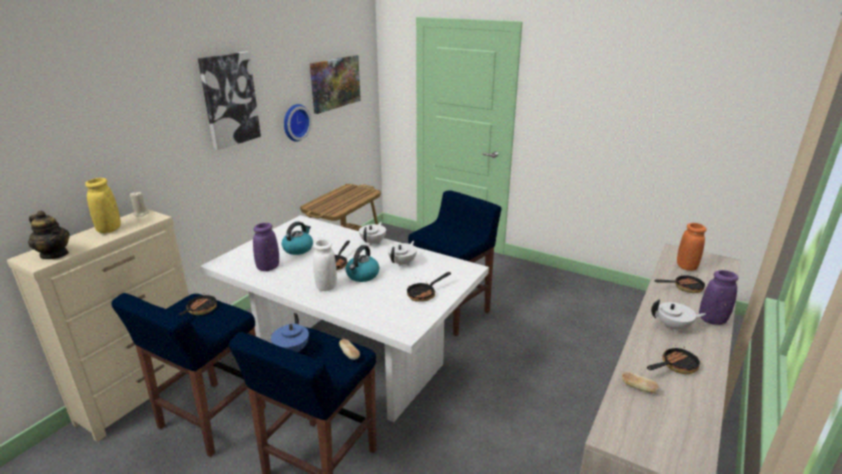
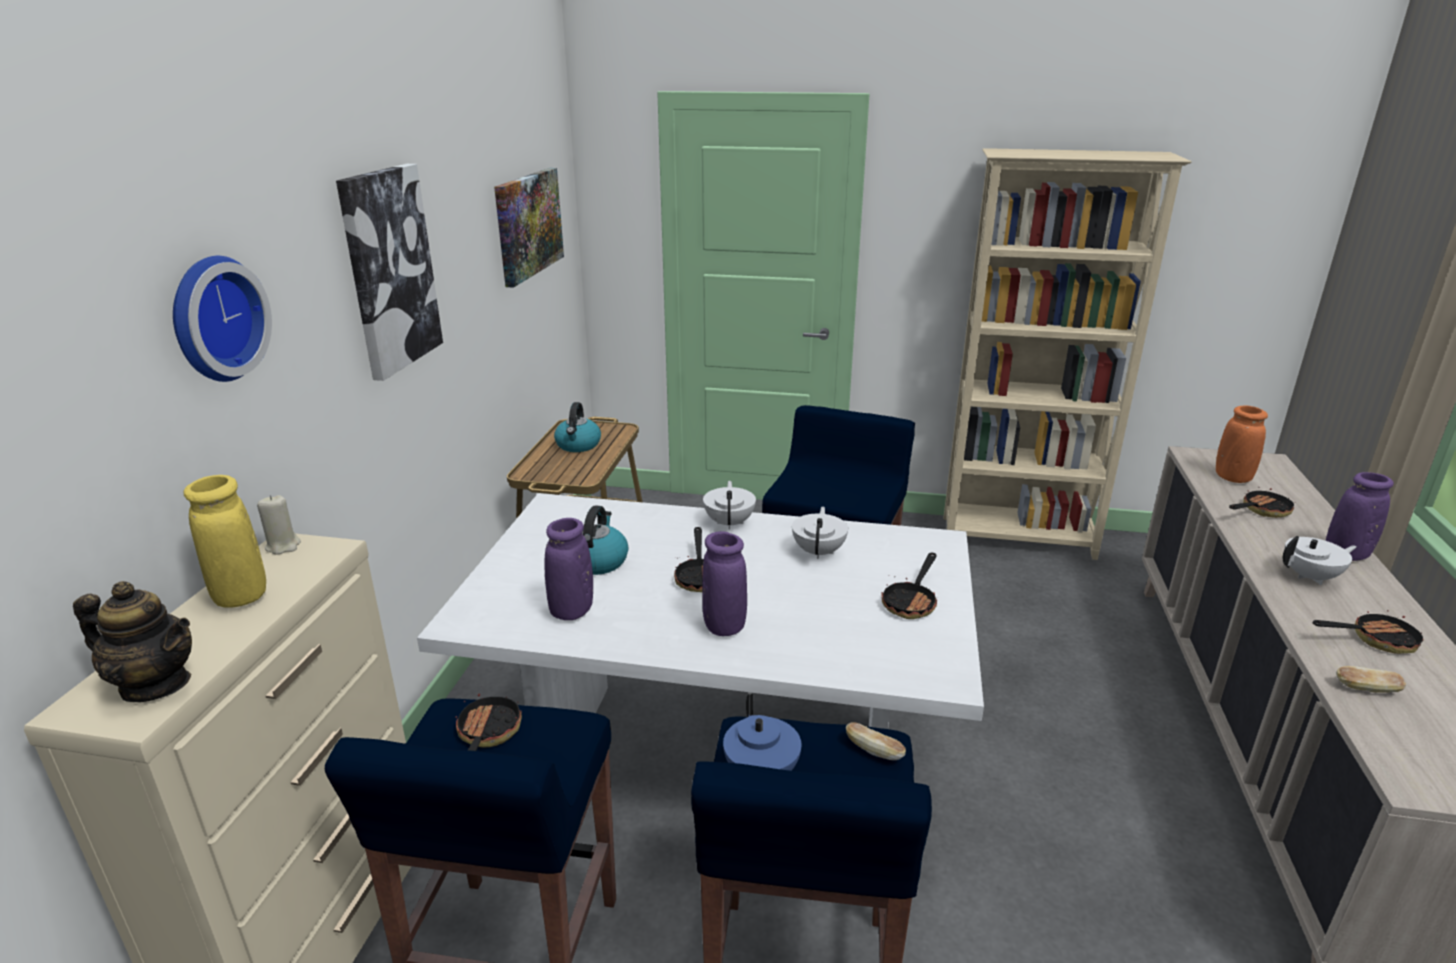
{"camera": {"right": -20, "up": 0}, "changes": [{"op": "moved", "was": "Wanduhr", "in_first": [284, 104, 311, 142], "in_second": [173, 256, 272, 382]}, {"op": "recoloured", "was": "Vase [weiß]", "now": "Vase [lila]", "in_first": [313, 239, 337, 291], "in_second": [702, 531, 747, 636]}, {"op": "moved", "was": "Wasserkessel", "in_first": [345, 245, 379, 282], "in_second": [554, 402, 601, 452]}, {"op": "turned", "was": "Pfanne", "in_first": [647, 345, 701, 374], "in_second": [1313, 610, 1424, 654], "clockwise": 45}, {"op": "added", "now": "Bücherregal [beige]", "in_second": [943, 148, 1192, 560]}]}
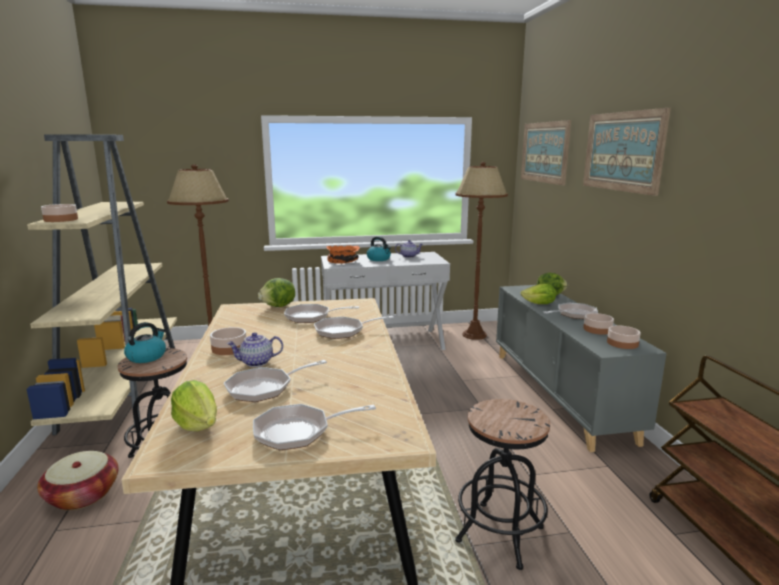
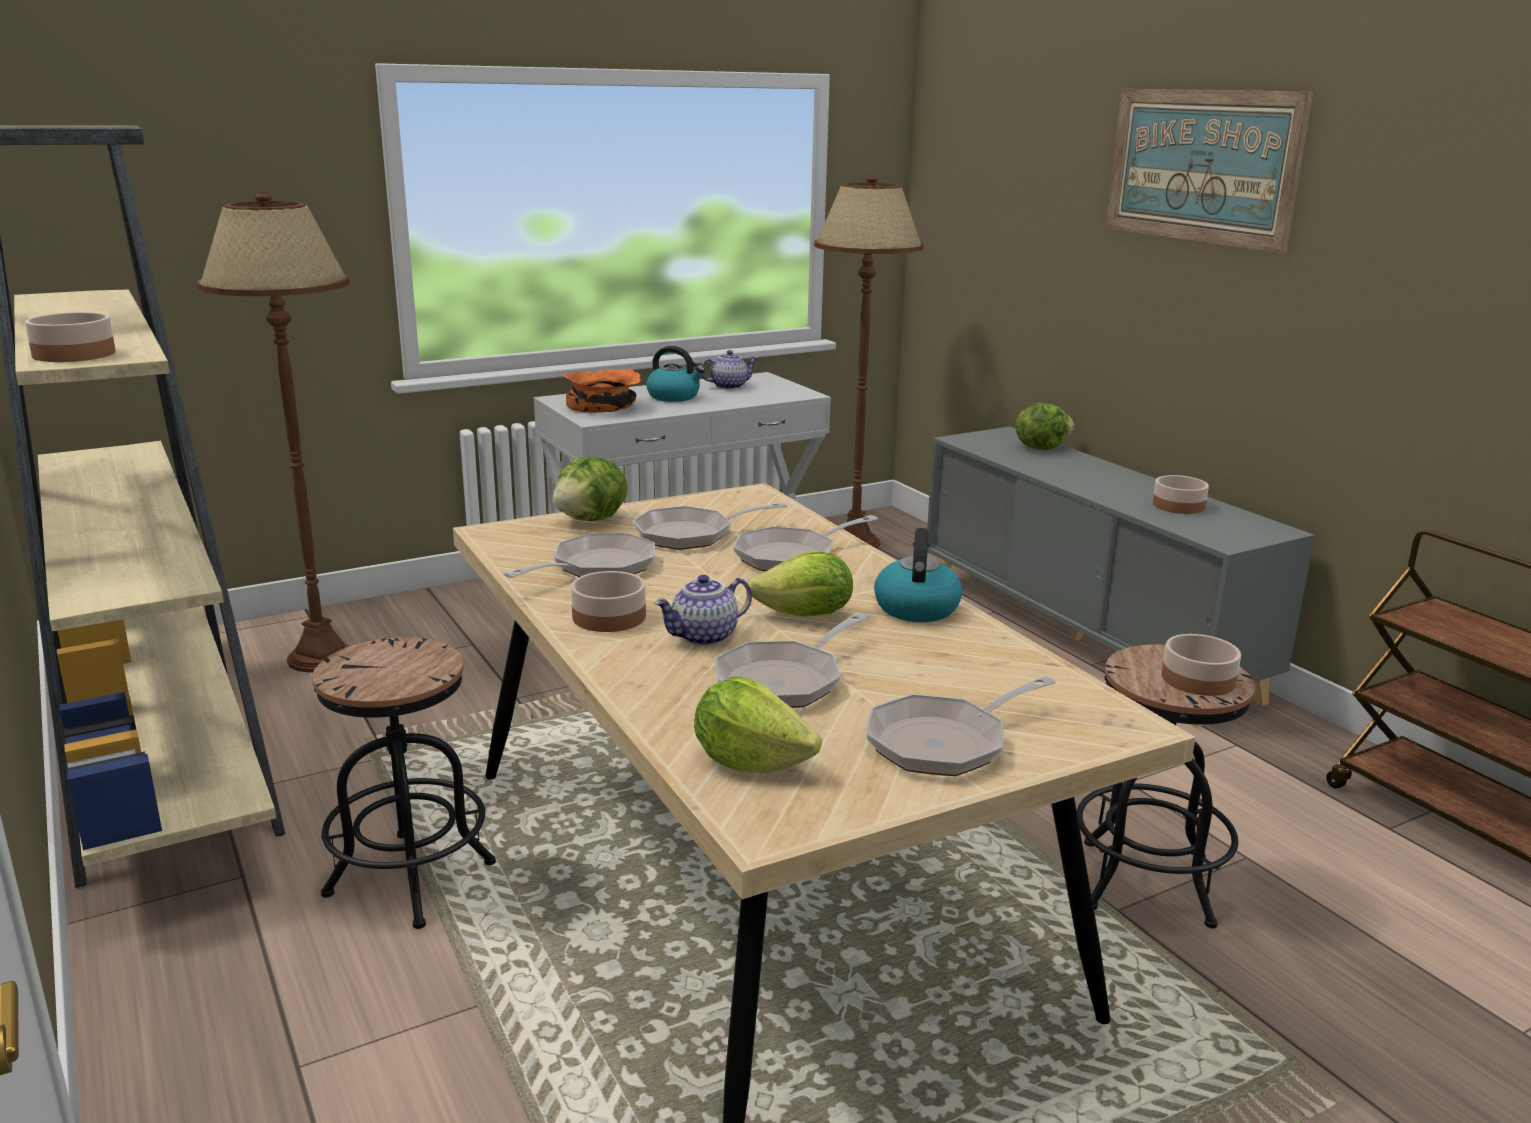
{"camera": {"right": -20, "up": 5}, "changes": [{"op": "removed", "was": "Bild", "in_first": [521, 120, 571, 185]}, {"op": "moved", "was": "Salatkopf", "in_first": [521, 284, 556, 304], "in_second": [748, 552, 853, 617]}, {"op": "moved", "was": "Pfanne", "in_first": [543, 303, 598, 319], "in_second": [504, 533, 655, 578]}, {"op": "moved", "was": "Wasserkessel", "in_first": [124, 322, 166, 363], "in_second": [874, 528, 962, 622]}, {"op": "moved", "was": "Schüssel", "in_first": [607, 325, 641, 349], "in_second": [1162, 634, 1241, 696]}, {"op": "removed", "was": "Korb", "in_first": [37, 451, 118, 510]}]}
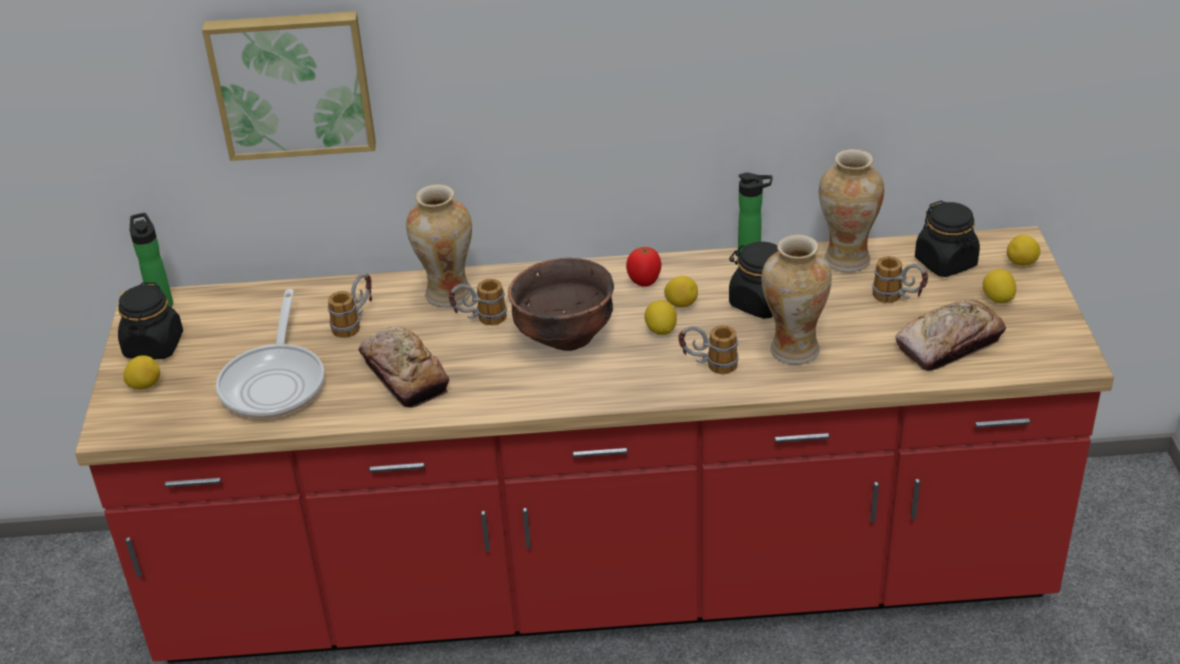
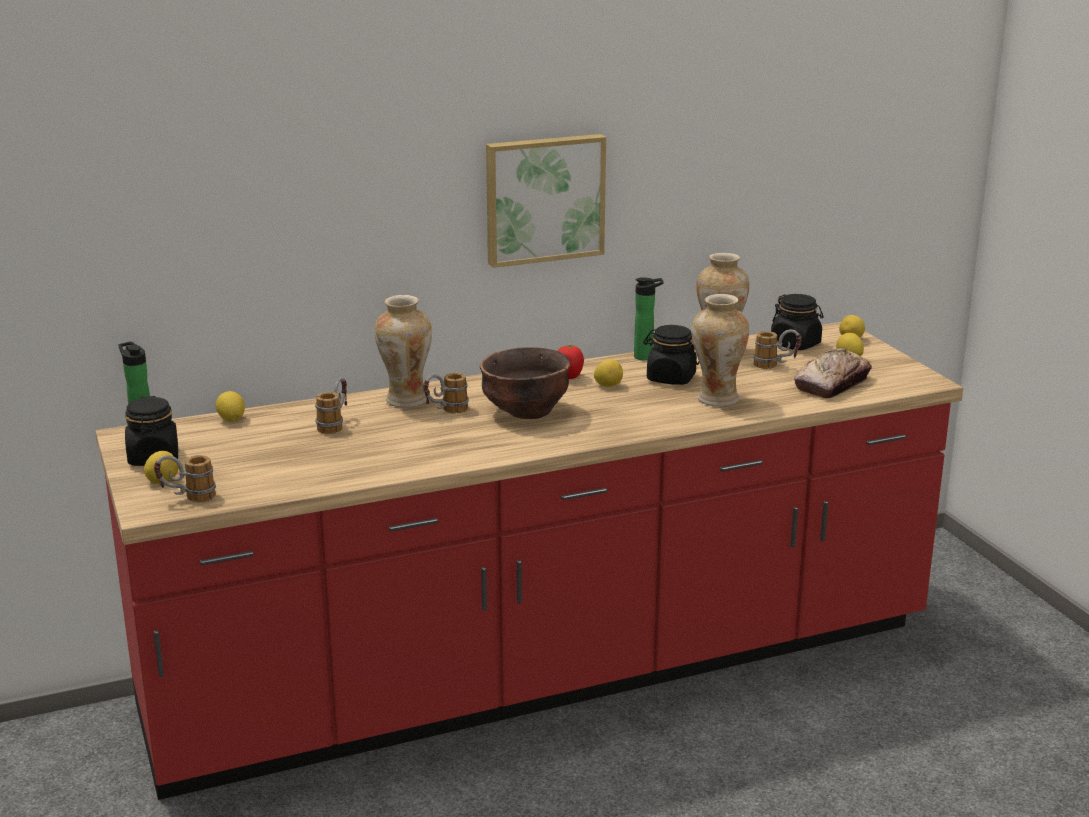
{"camera": {"right": -20, "up": -15}, "changes": [{"op": "moved", "was": "Bild", "in_first": [202, 11, 376, 161], "in_second": [486, 134, 606, 268]}, {"op": "removed", "was": "Pfanne", "in_first": [216, 289, 324, 419]}, {"op": "moved", "was": "Zitrone", "in_first": [644, 300, 677, 335], "in_second": [215, 391, 245, 421]}, {"op": "moved", "was": "Henkelbecher", "in_first": [679, 325, 739, 374], "in_second": [154, 455, 216, 502]}, {"op": "removed", "was": "Brot", "in_first": [358, 327, 449, 408]}]}
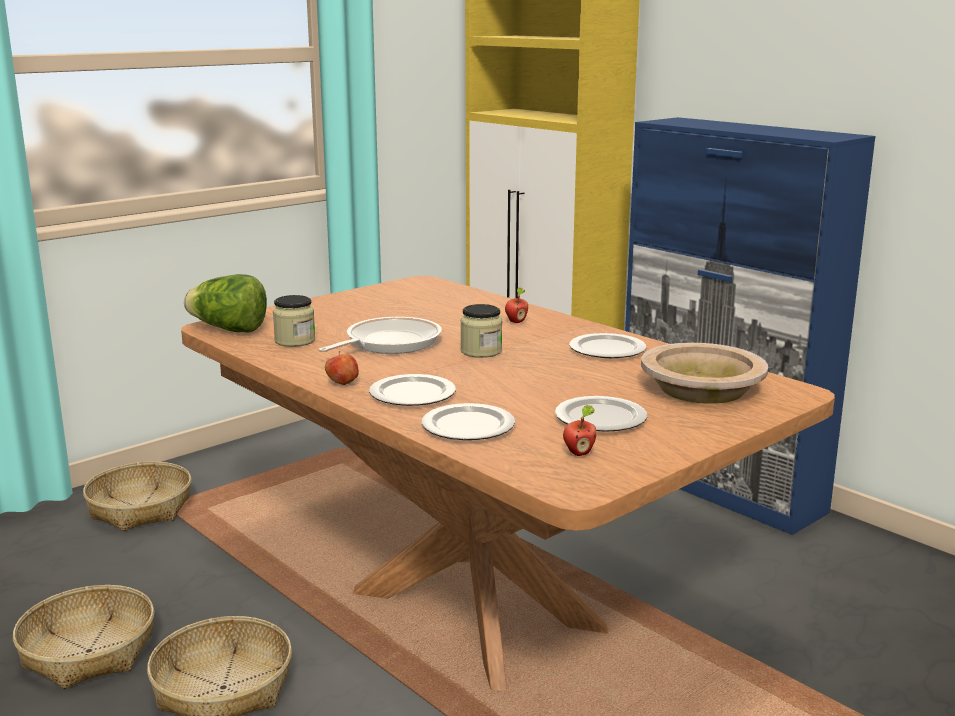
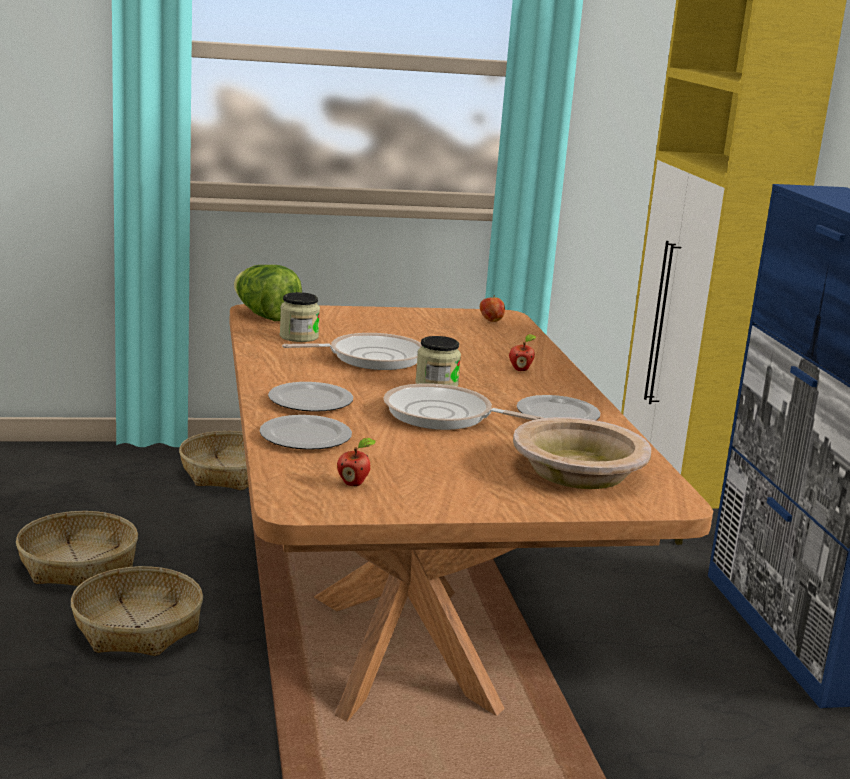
{"camera": {"right": 30, "up": 0}, "changes": [{"op": "moved", "was": "Apfel", "in_first": [325, 351, 359, 385], "in_second": [480, 295, 505, 322]}, {"op": "removed", "was": "Teller", "in_first": [555, 396, 647, 432]}, {"op": "added", "now": "Pfanne", "in_second": [384, 383, 544, 430]}]}
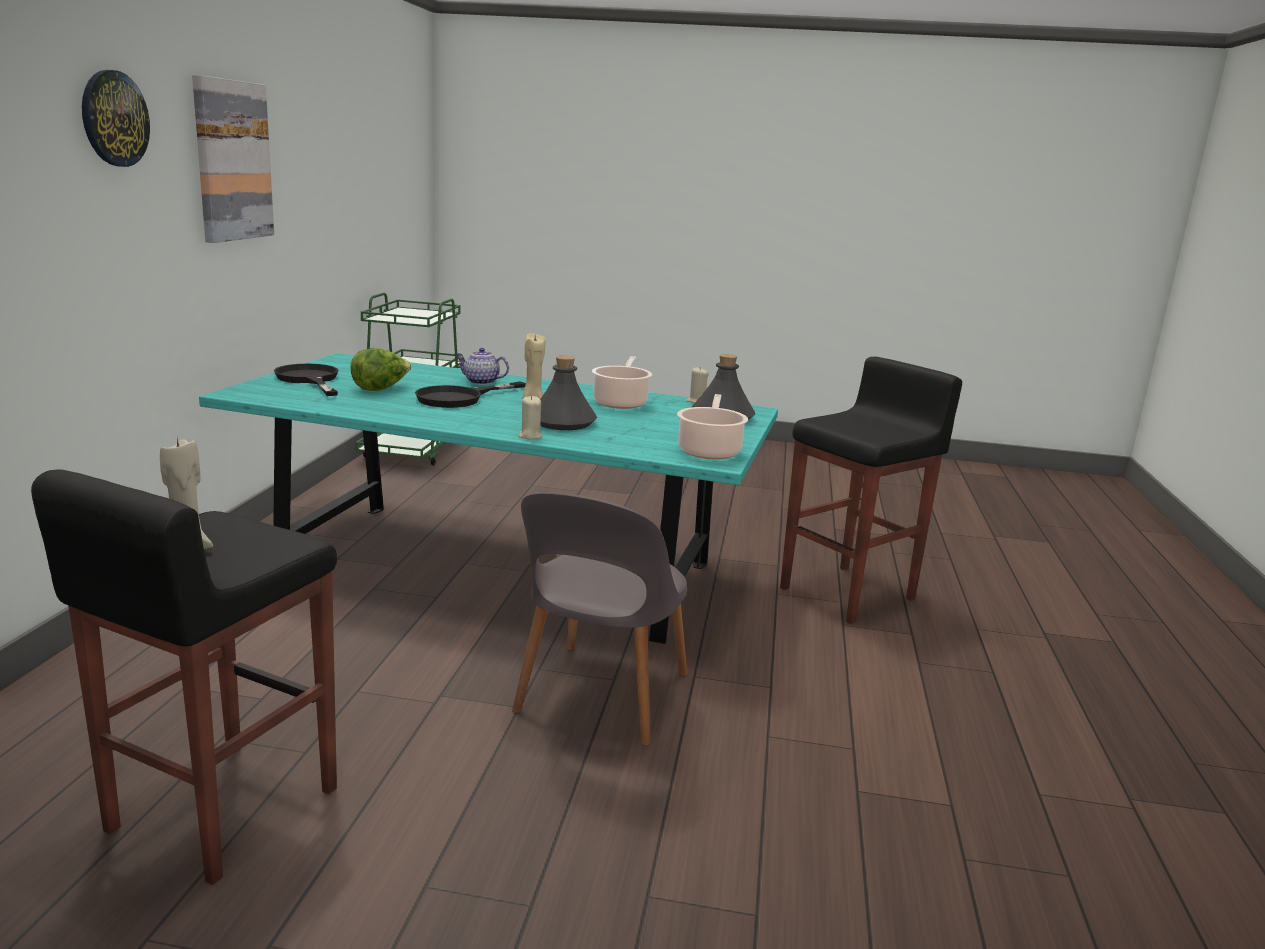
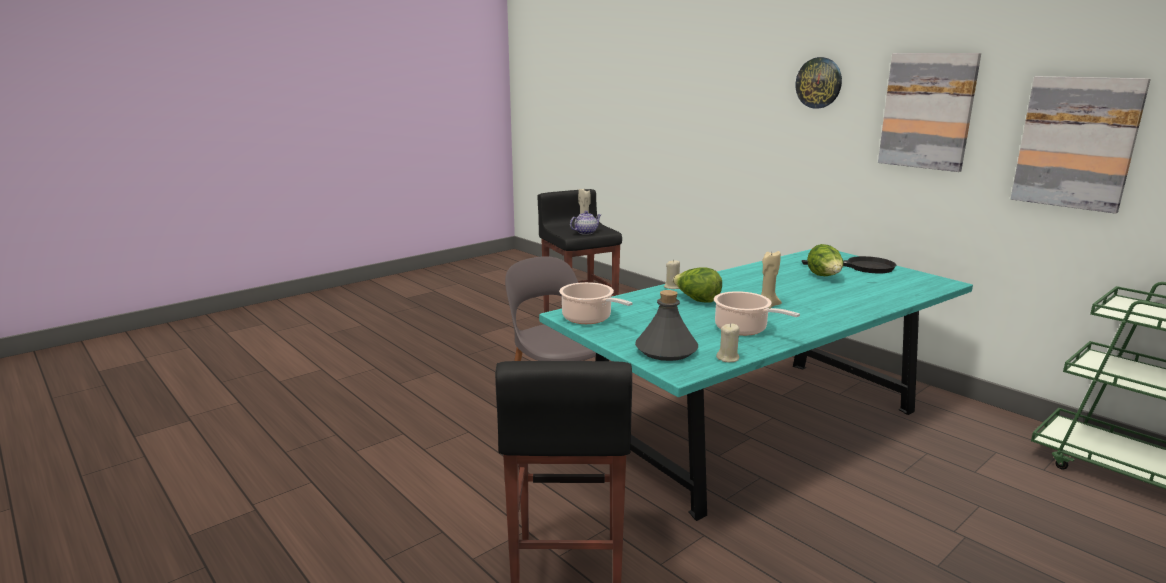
{"camera": {"right": 130, "up": 0}, "changes": [{"op": "moved", "was": "Teekanne", "in_first": [456, 348, 509, 385], "in_second": [570, 211, 601, 235]}, {"op": "replaced", "was": "Flasche [grau]", "now": "Salatkopf", "in_first": [540, 356, 597, 430], "in_second": [673, 267, 722, 303]}, {"op": "removed", "was": "Pfanne [schwarz]", "in_first": [415, 381, 526, 408]}, {"op": "added", "now": "Bild", "in_second": [1011, 76, 1151, 214]}]}
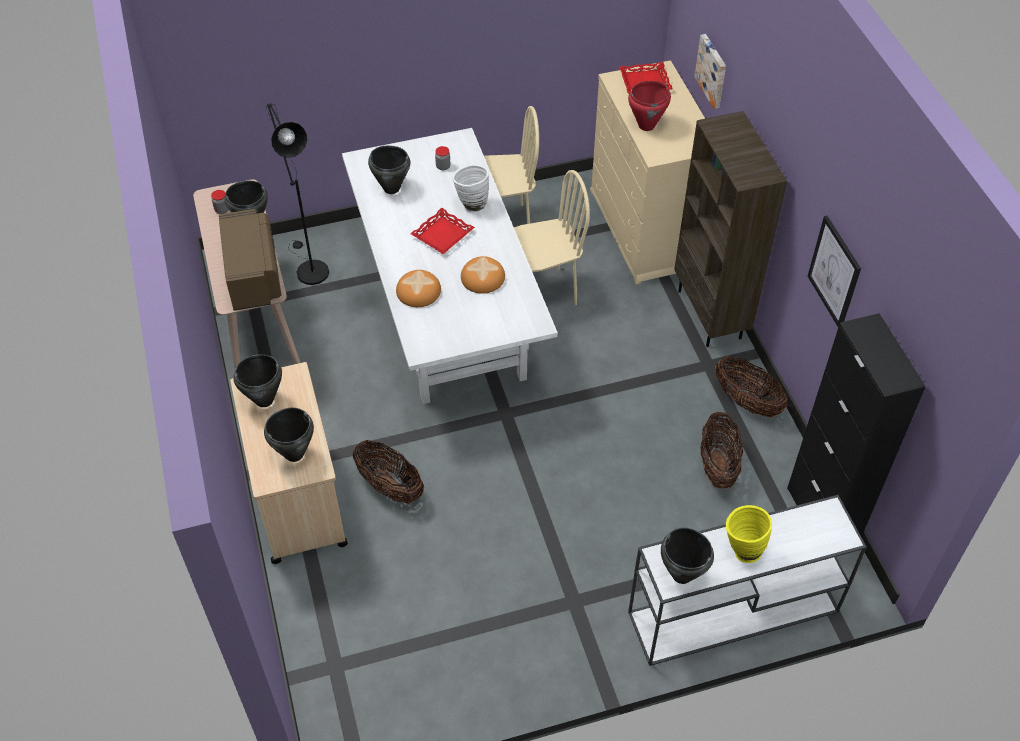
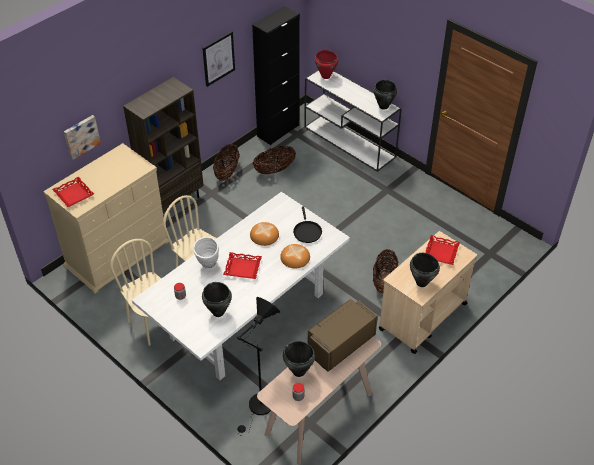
{"camera": {"right": -120, "up": -5}, "changes": [{"op": "moved", "was": "Kochtopf [rot]", "in_first": [628, 81, 671, 131], "in_second": [315, 50, 338, 79]}, {"op": "replaced", "was": "Kochtopf [schwarz]", "now": "Tablett [rot]", "in_first": [264, 408, 314, 462], "in_second": [425, 235, 460, 265]}, {"op": "removed", "was": "Vase [gelb]", "in_first": [726, 505, 772, 563]}, {"op": "added", "now": "Pfanne [schwarz]", "in_second": [293, 206, 322, 243]}]}
